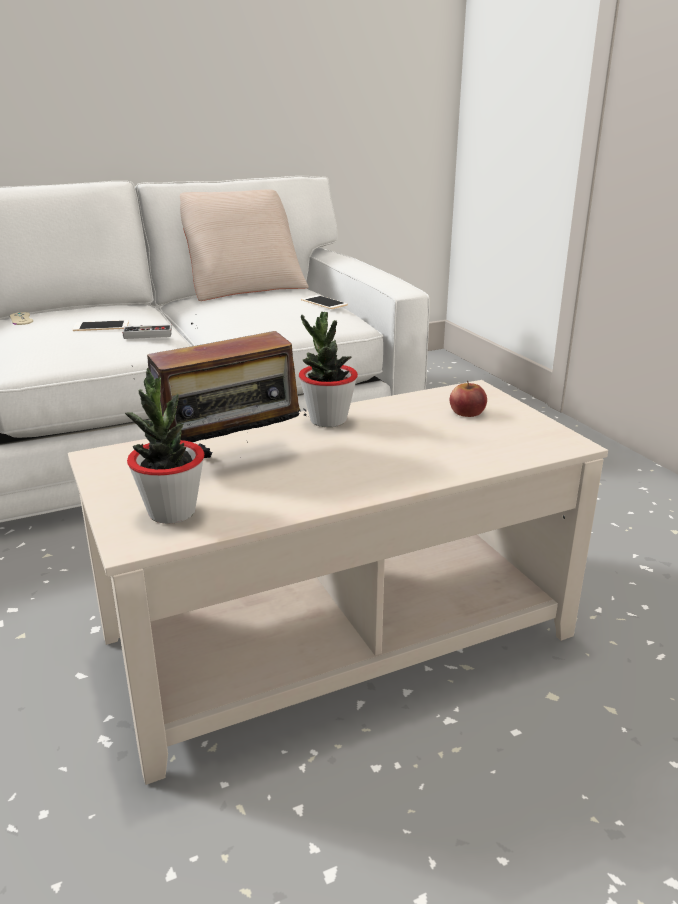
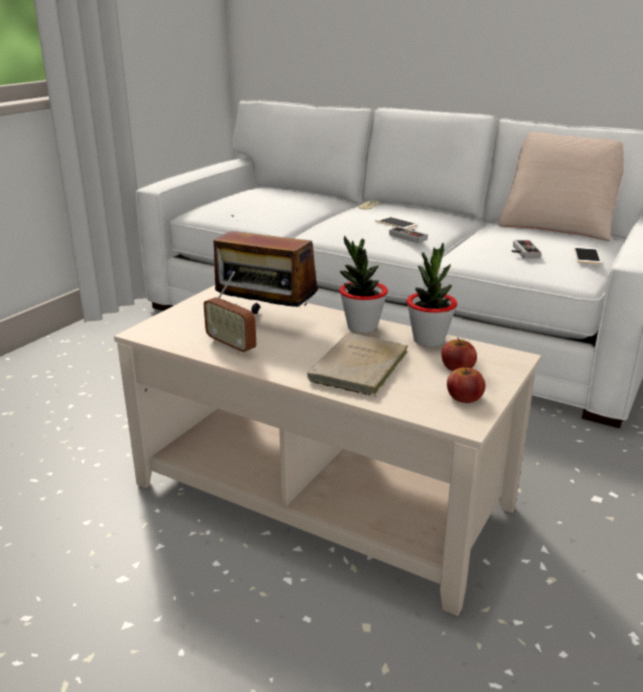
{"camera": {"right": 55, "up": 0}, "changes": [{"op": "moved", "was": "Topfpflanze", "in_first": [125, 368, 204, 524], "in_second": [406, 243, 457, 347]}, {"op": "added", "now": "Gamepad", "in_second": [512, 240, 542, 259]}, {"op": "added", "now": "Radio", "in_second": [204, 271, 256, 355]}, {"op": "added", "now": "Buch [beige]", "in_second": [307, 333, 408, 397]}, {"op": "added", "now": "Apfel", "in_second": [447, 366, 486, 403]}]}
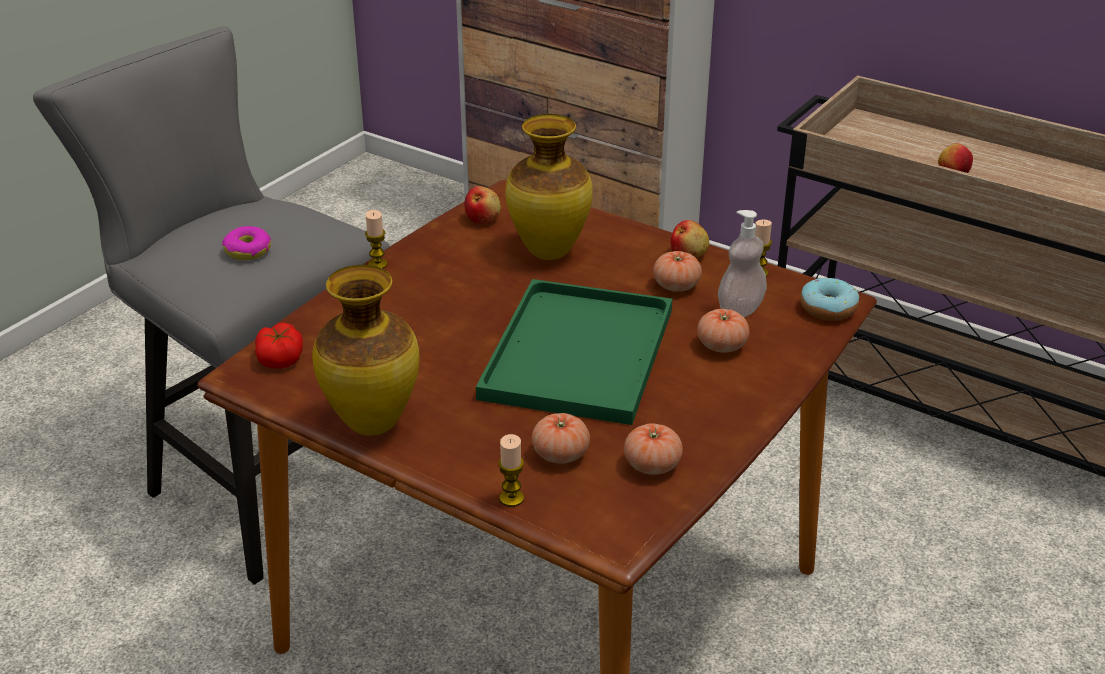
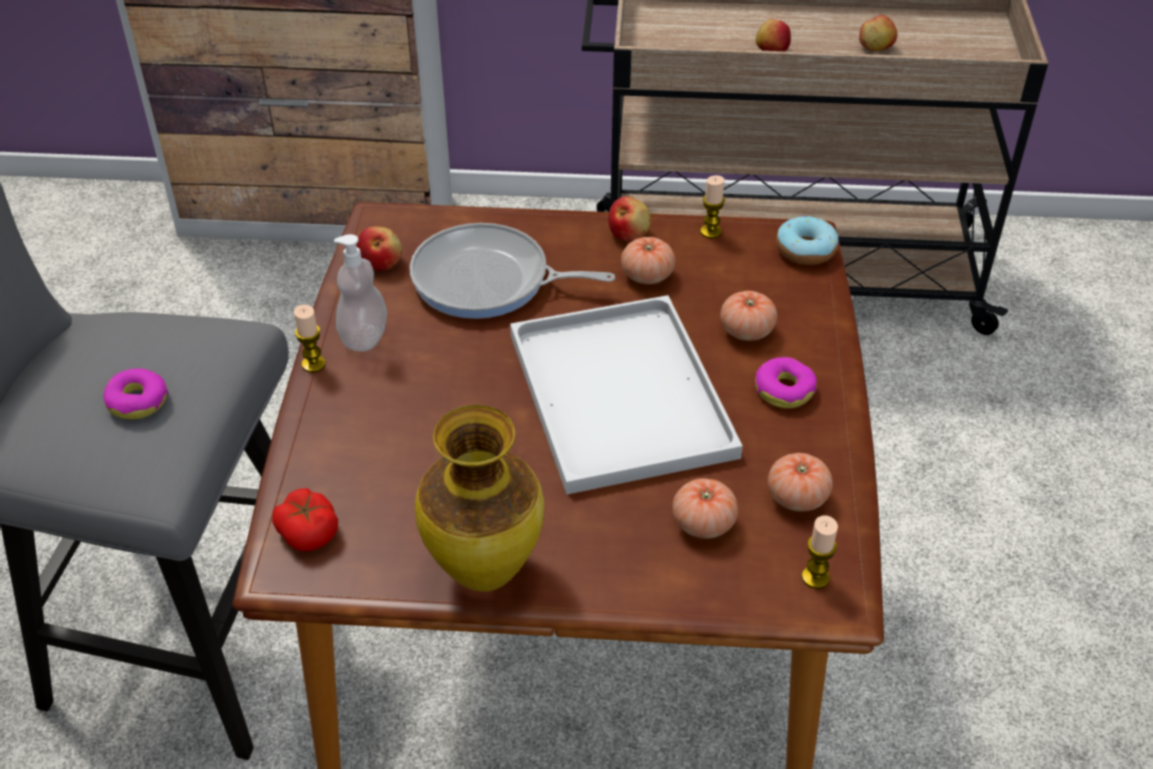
{"camera": {"right": -30, "up": 10}, "changes": [{"op": "replaced", "was": "Vase", "now": "Pfanne", "in_first": [506, 114, 593, 260], "in_second": [410, 223, 615, 319]}, {"op": "moved", "was": "Seifenspender", "in_first": [718, 210, 767, 317], "in_second": [334, 234, 387, 352]}, {"op": "recoloured", "was": "Tablett [grün]", "now": "Tablett [weiß]", "in_first": [476, 279, 672, 425], "in_second": [510, 295, 743, 494]}, {"op": "moved", "was": "Kerze", "in_first": [498, 434, 524, 507], "in_second": [802, 515, 838, 589]}, {"op": "added", "now": "Apfel", "in_second": [859, 15, 897, 51]}, {"op": "added", "now": "Donut", "in_second": [755, 357, 817, 408]}]}
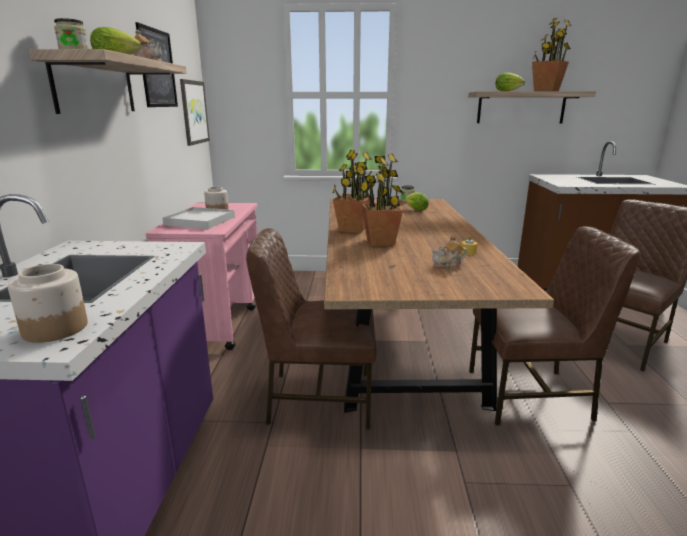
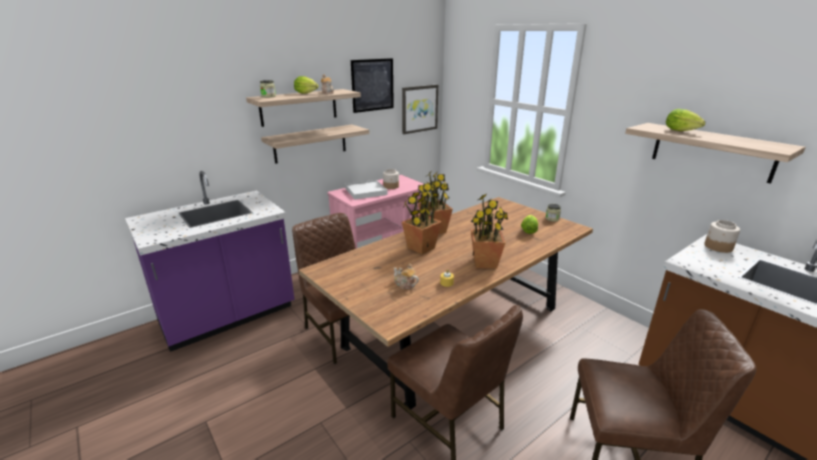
{"camera": {"right": 50, "up": 5}, "changes": [{"op": "moved", "was": "Topfpflanze", "in_first": [532, 17, 572, 91], "in_second": [471, 194, 508, 269]}, {"op": "moved", "was": "Vorratsglas", "in_first": [8, 264, 88, 343], "in_second": [704, 220, 740, 253]}, {"op": "added", "now": "Wandregal", "in_second": [261, 124, 369, 164]}]}
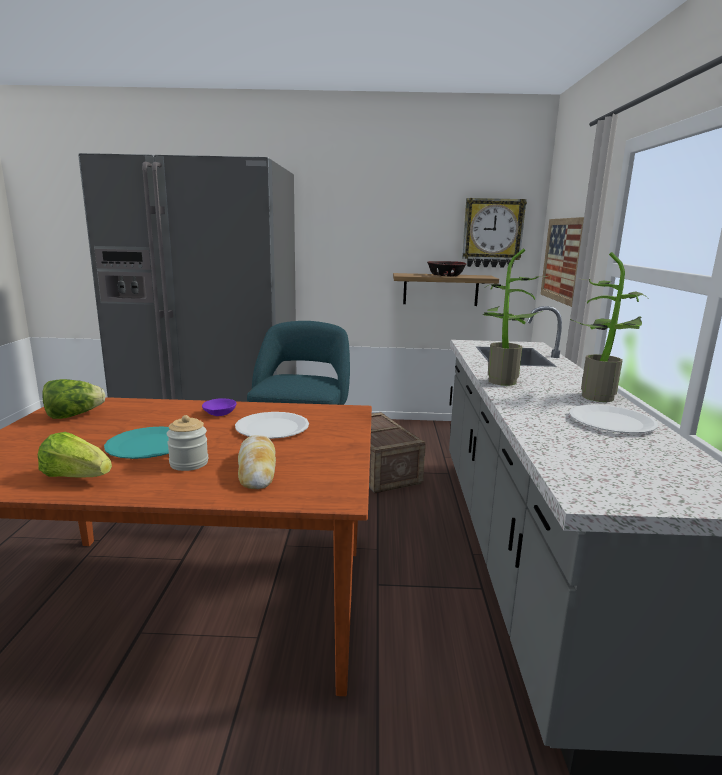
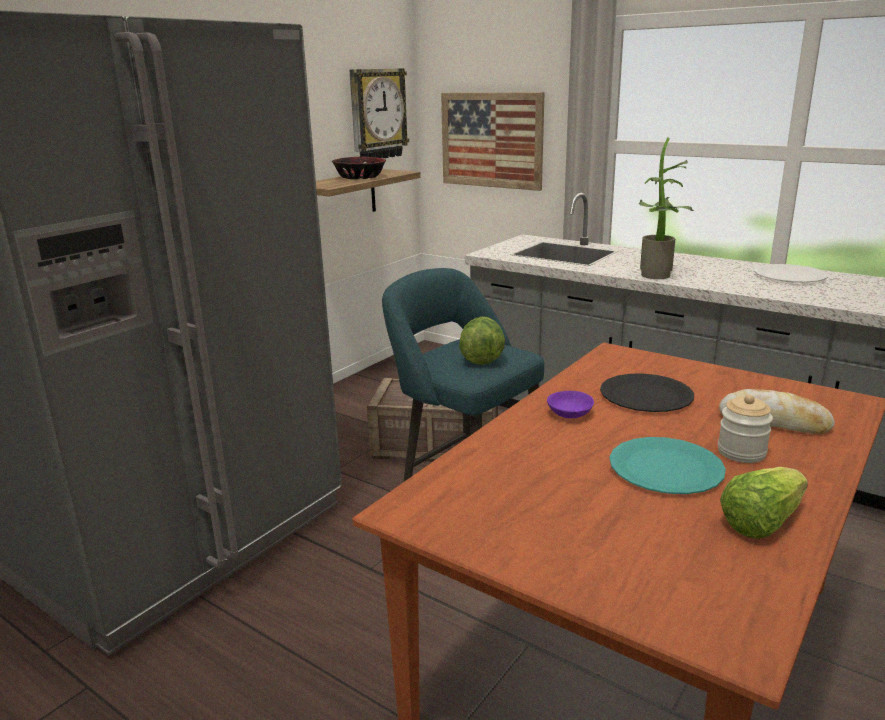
{"camera": {"right": -55, "up": 5}, "changes": [{"op": "removed", "was": "Topfpflanze", "in_first": [570, 252, 648, 402]}, {"op": "moved", "was": "Salatkopf", "in_first": [42, 379, 105, 419], "in_second": [459, 317, 505, 365]}, {"op": "recoloured", "was": "Teller [weiß]", "now": "Teller [schwarz]", "in_first": [235, 412, 309, 439], "in_second": [600, 373, 694, 412]}]}
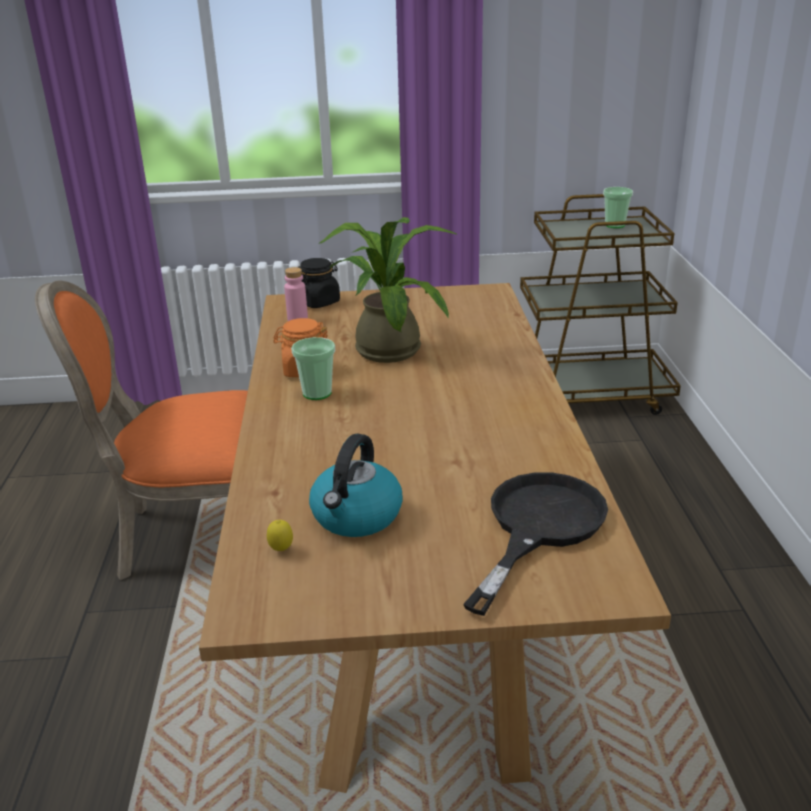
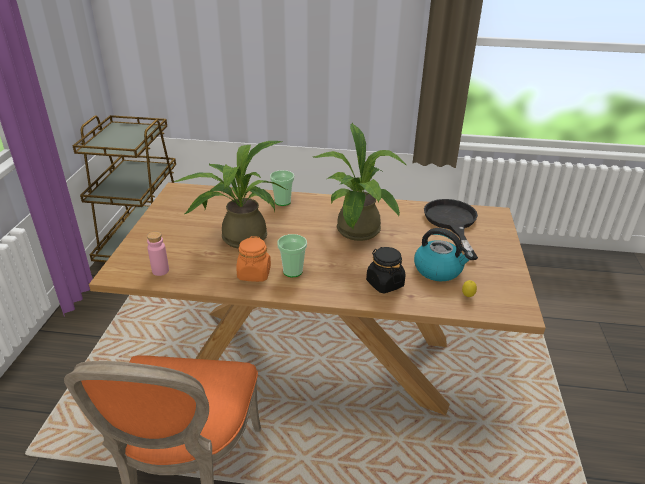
{"camera": {"right": -80, "up": 5}, "changes": [{"op": "moved", "was": "Tasse", "in_first": [603, 187, 633, 228], "in_second": [270, 170, 294, 206]}, {"op": "moved", "was": "Vorratsglas [schwarz]", "in_first": [298, 258, 340, 308], "in_second": [366, 247, 406, 293]}, {"op": "turned", "was": "Pfanne [schwarz]", "in_first": [463, 472, 608, 616], "in_second": [424, 199, 478, 260], "clockwise": 45}, {"op": "added", "now": "Topfpflanze", "in_second": [313, 123, 407, 241]}]}
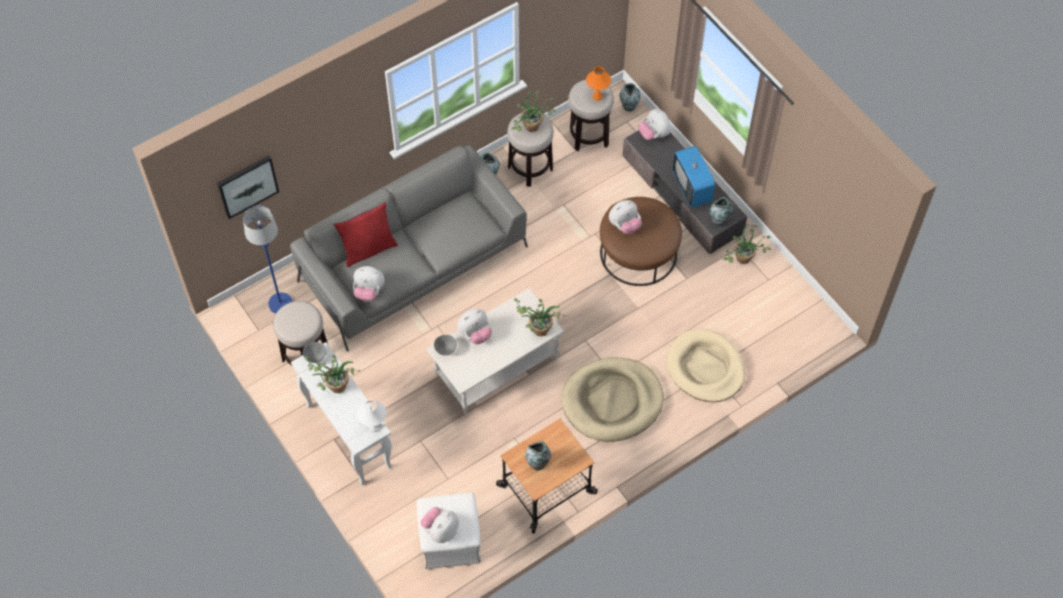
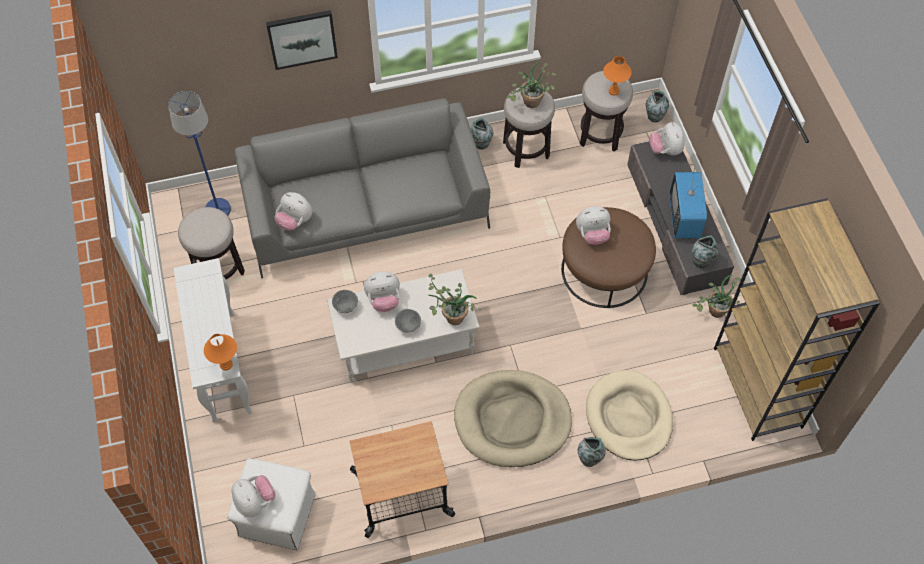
{"camera": {"right": 20, "up": 0}, "changes": [{"op": "moved", "was": "Bild", "in_first": [217, 156, 279, 219], "in_second": [266, 10, 338, 70]}, {"op": "removed", "was": "Kissen [rot]", "in_first": [334, 202, 398, 267]}, {"op": "moved", "was": "Schüssel [grau]", "in_first": [303, 342, 327, 363], "in_second": [395, 309, 421, 333]}, {"op": "removed", "was": "Topfpflanze", "in_first": [305, 355, 360, 393]}, {"op": "recoloured", "was": "Tischlampe [weiß]", "now": "Tischlampe [orange]", "in_first": [358, 401, 386, 432], "in_second": [204, 334, 237, 371]}, {"op": "moved", "was": "Vase", "in_first": [525, 441, 551, 470], "in_second": [578, 437, 606, 467]}, {"op": "turned", "was": "Plüschtier", "in_first": [420, 507, 459, 543], "in_second": [231, 475, 276, 517], "clockwise": 90}, {"op": "added", "now": "Bücherregal [braun]", "in_second": [714, 199, 880, 441]}]}
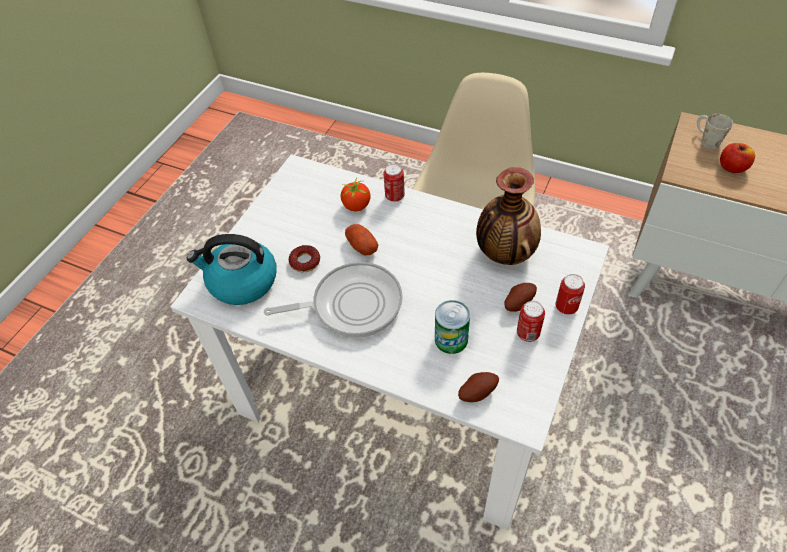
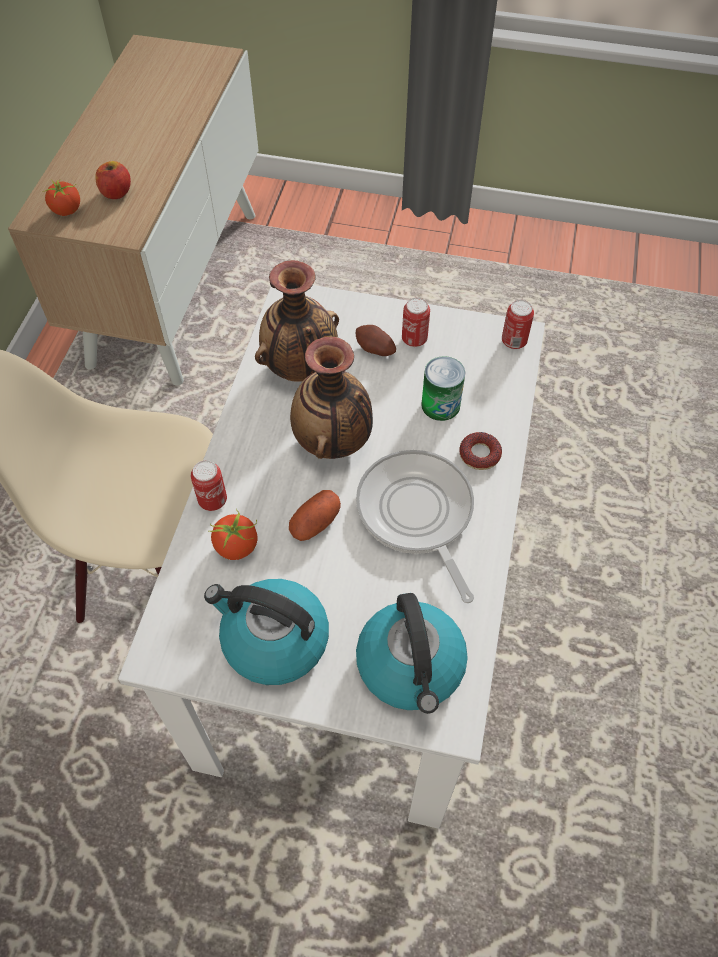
{"camera": {"right": -105, "up": 5}, "changes": [{"op": "replaced", "was": "Henkelbecher [weiß]", "now": "Tomate", "in_first": [697, 114, 733, 149], "in_second": [43, 179, 80, 216]}, {"op": "moved", "was": "Donut", "in_first": [289, 245, 320, 272], "in_second": [459, 432, 502, 470]}, {"op": "moved", "was": "Dose", "in_first": [556, 274, 585, 315], "in_second": [502, 300, 534, 349]}, {"op": "removed", "was": "Kartoffel", "in_first": [458, 372, 499, 402]}, {"op": "added", "now": "Vase", "in_second": [290, 337, 373, 459]}, {"op": "added", "now": "Wasserkessel", "in_second": [204, 579, 329, 685]}]}
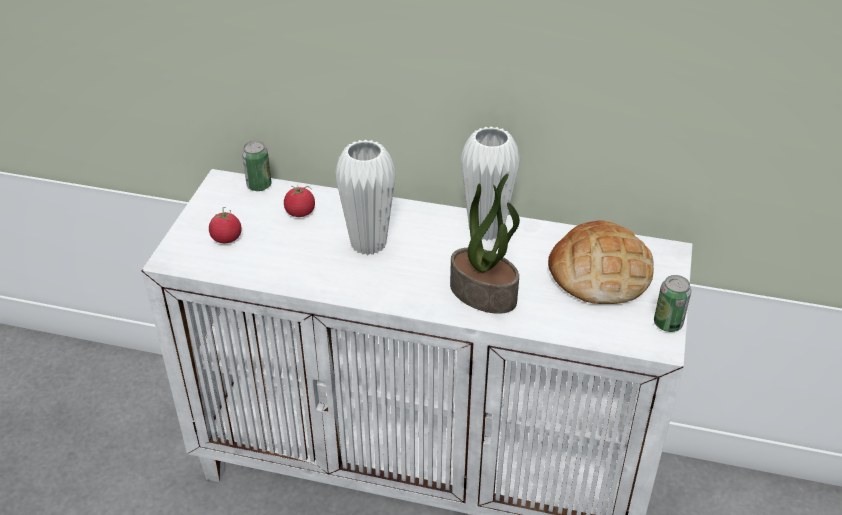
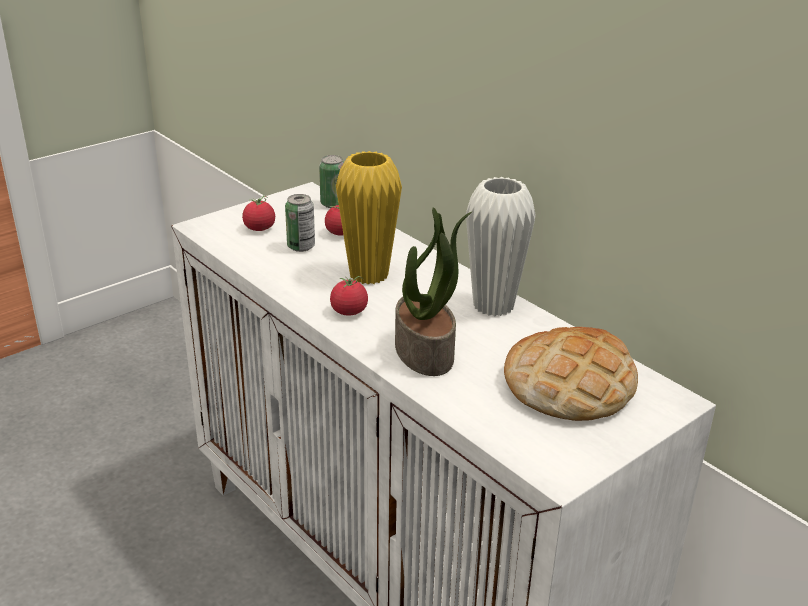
{"camera": {"right": 35, "up": -10}, "changes": [{"op": "recoloured", "was": "Vase [weiß]", "now": "Vase [gelb]", "in_first": [335, 140, 396, 255], "in_second": [336, 151, 402, 285]}, {"op": "moved", "was": "Dose", "in_first": [654, 275, 691, 332], "in_second": [285, 194, 315, 252]}, {"op": "added", "now": "Tomate", "in_second": [330, 276, 368, 316]}]}
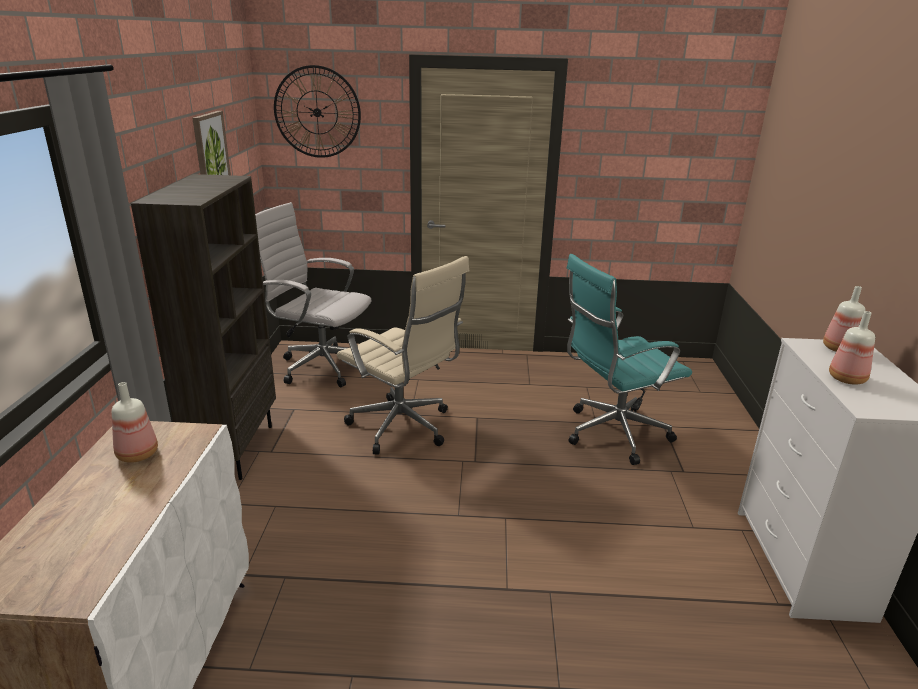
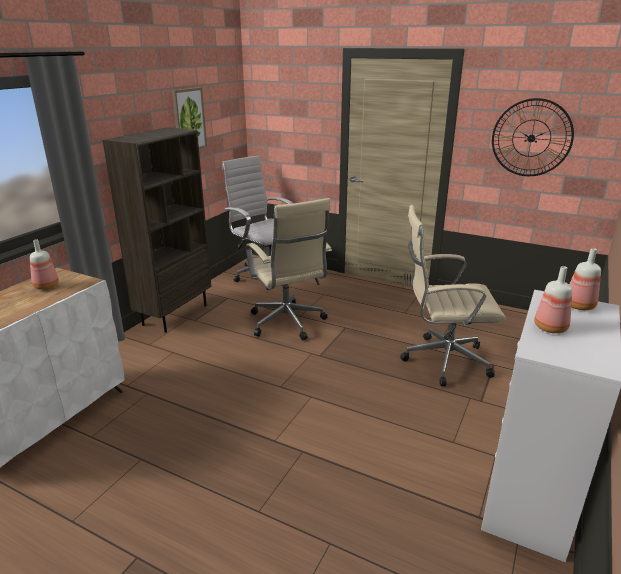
{"camera": {"right": 25, "up": 0}, "changes": [{"op": "moved", "was": "Wanduhr", "in_first": [274, 65, 361, 158], "in_second": [492, 98, 574, 176]}, {"op": "recoloured", "was": "Bürostuhl [türkis]", "now": "Bürostuhl [beige]", "in_first": [567, 254, 692, 465], "in_second": [400, 205, 506, 386]}]}
